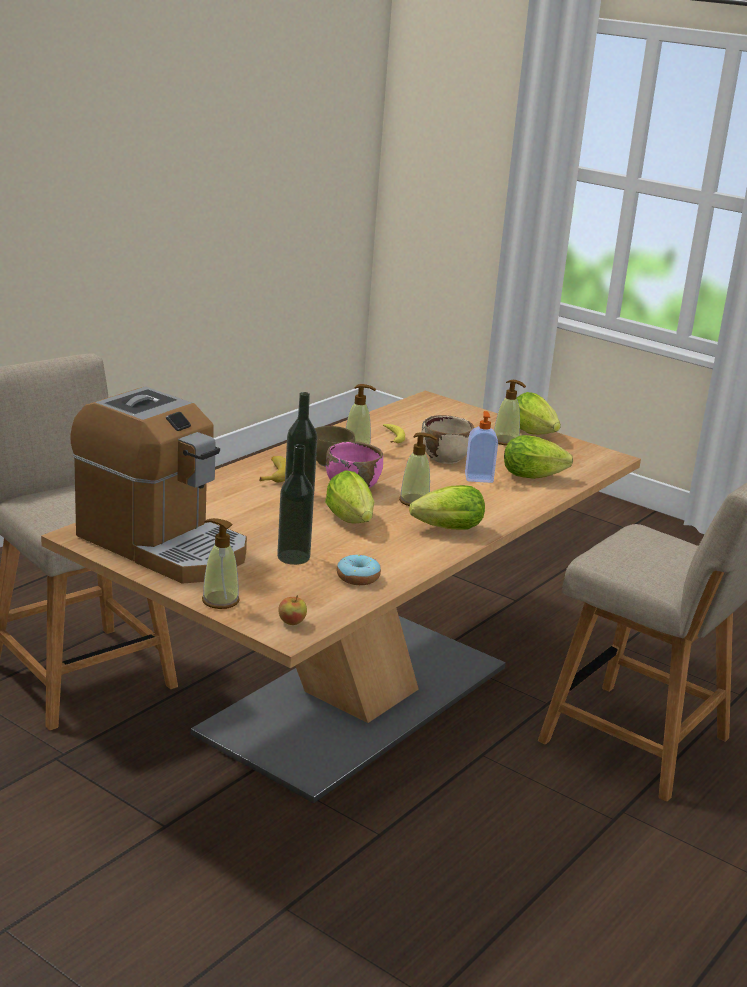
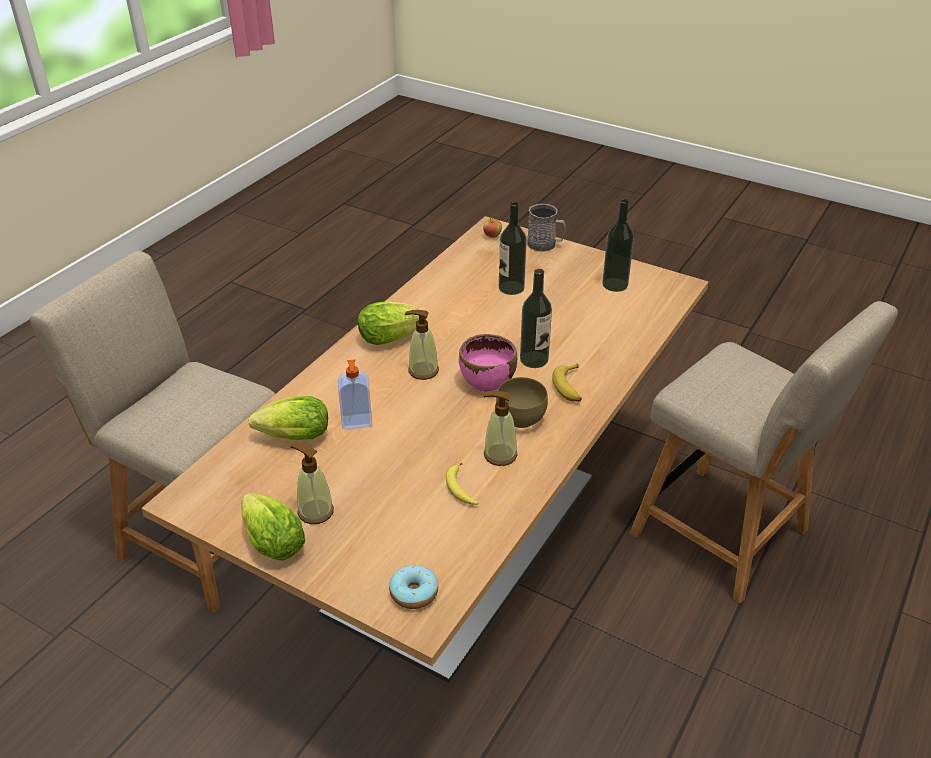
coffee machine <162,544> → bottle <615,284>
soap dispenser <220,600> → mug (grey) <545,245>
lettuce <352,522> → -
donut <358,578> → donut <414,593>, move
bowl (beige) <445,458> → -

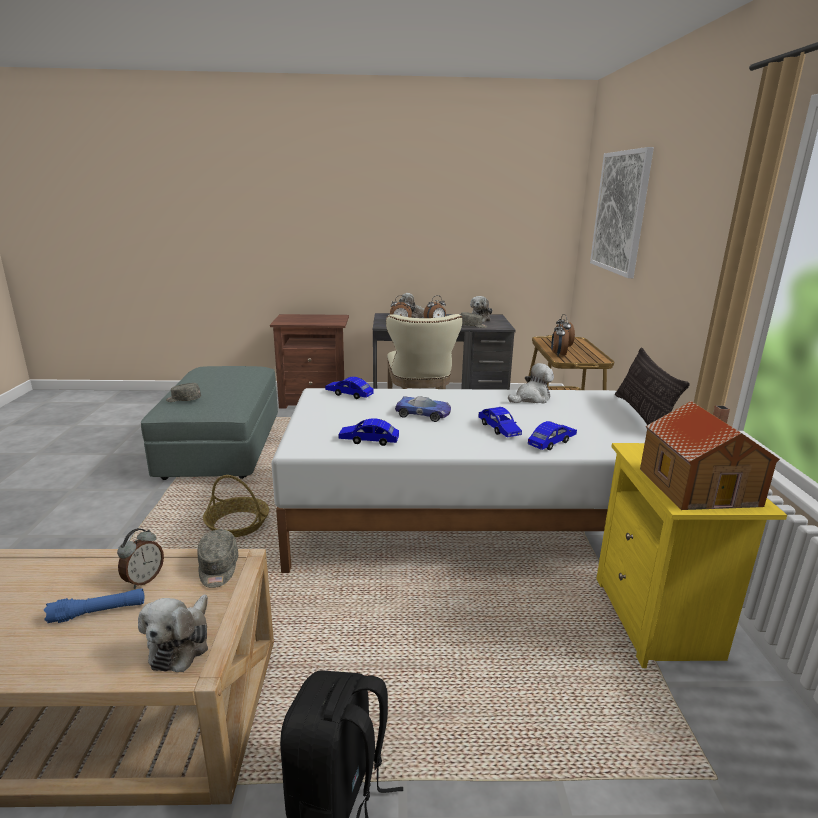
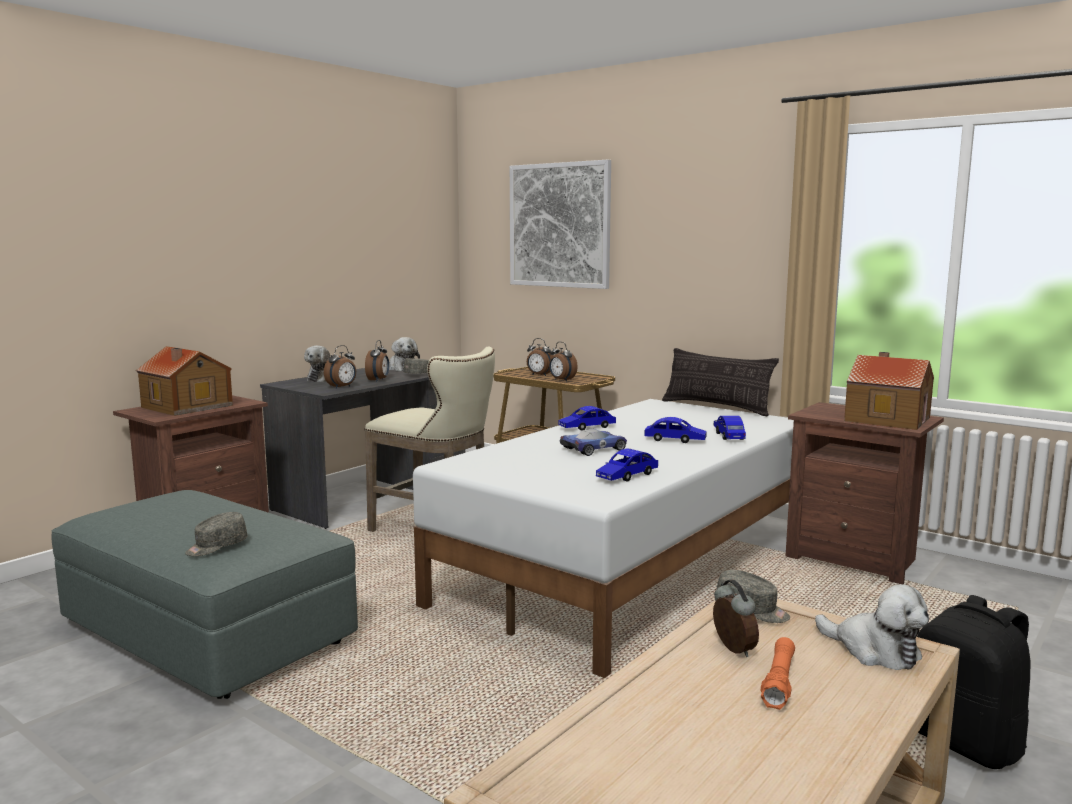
flashlight (blue) <98,612> → flashlight (orange) <779,681>
basket <238,524> → -
toy car (blue) <349,394> → toy car (blue) <587,427>, move
plush toy <531,398> → -
nightstand (yellow) <659,620> → nightstand (brown) <855,559>
- → toy house <186,407>

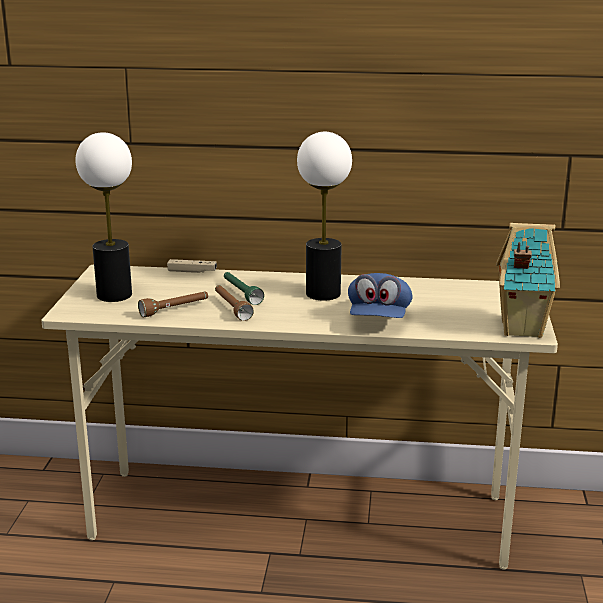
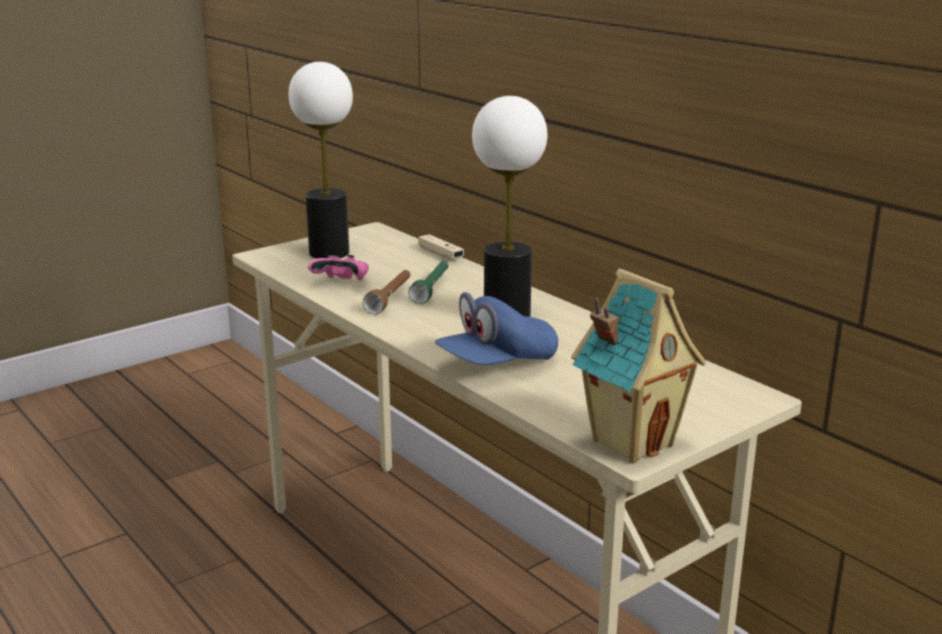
flashlight (brown) <175,310> → game controller (pink) <342,282>

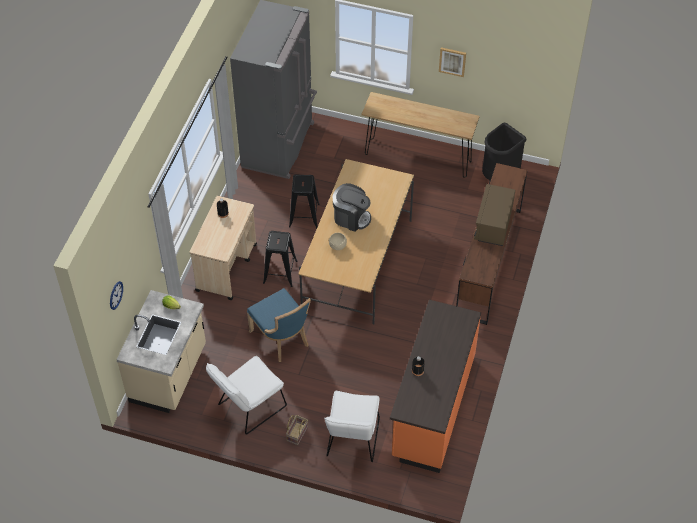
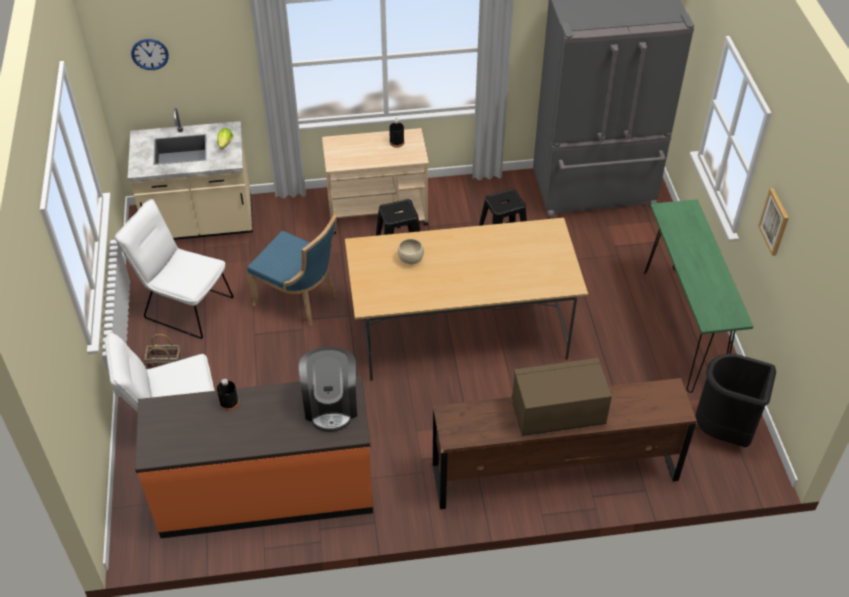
chair (blue) <282,339> → chair (blue) <299,299>, 90 degrees counterclockwise
coffee machine <351,217> → coffee machine <331,405>, move
console table (brown) <417,157> → console table (green) <682,328>

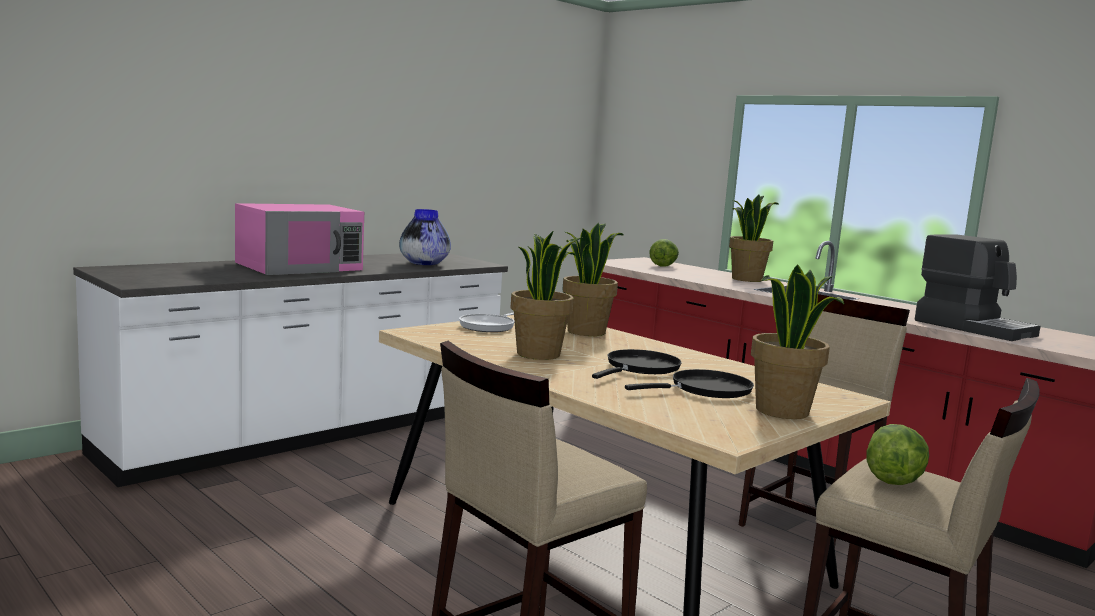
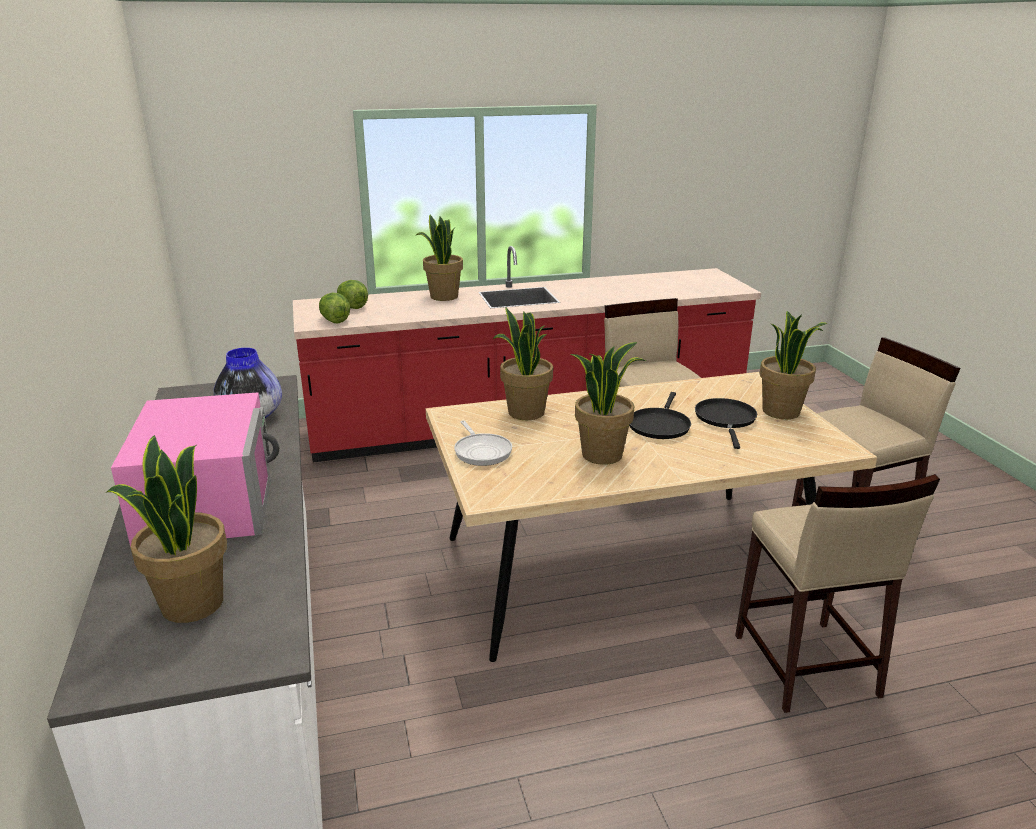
frying pan (black) <640,368> → frying pan (black) <659,425>, 135 degrees counterclockwise
lettuce <894,479> → lettuce <334,320>, move
coffee machine <974,328> → -
- → potted plant <191,603>

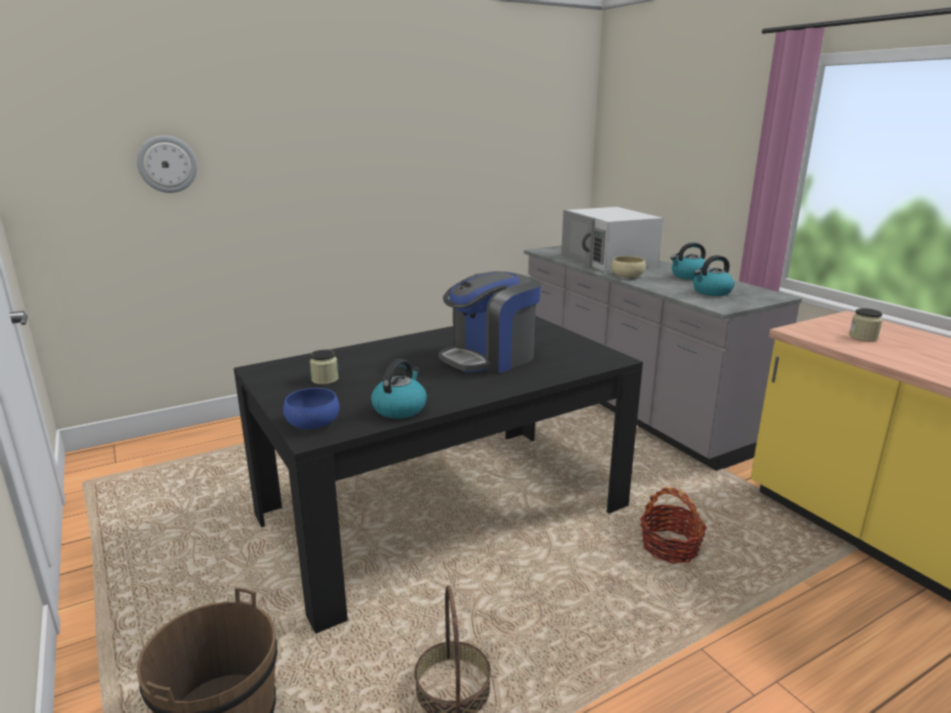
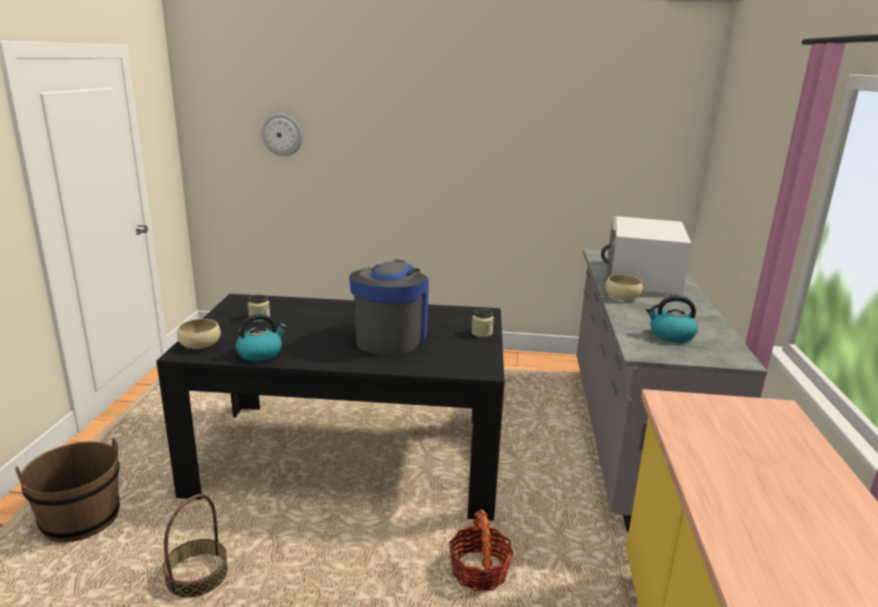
bowl (blue) <313,422> → bowl (beige) <200,344>
coffee machine <490,358> → coffee machine <391,337>, 105 degrees clockwise
kettle <688,276> → -
jar <863,337> → jar <482,333>, move

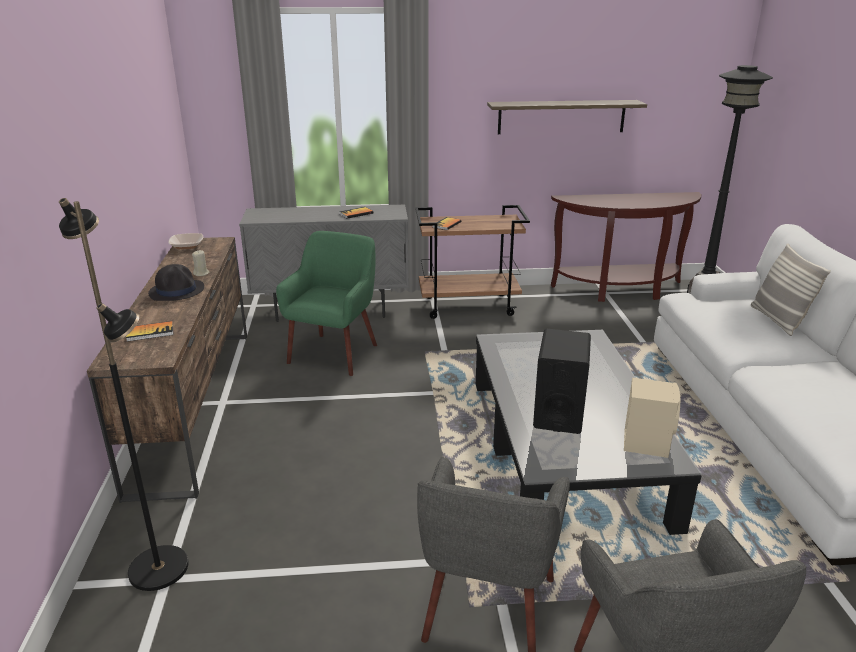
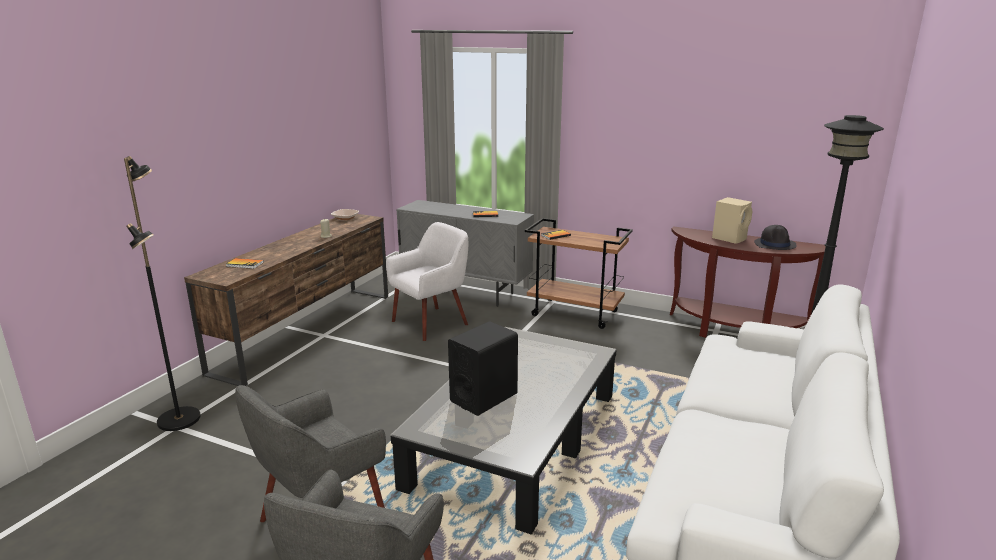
hat (black) <177,291> → hat (black) <775,244>, move
armchair (green) <335,353> → armchair (white) <431,323>
shelf <561,117> → -
speaker (beige) <646,442> → speaker (beige) <730,238>, move
pillow <778,320> → -

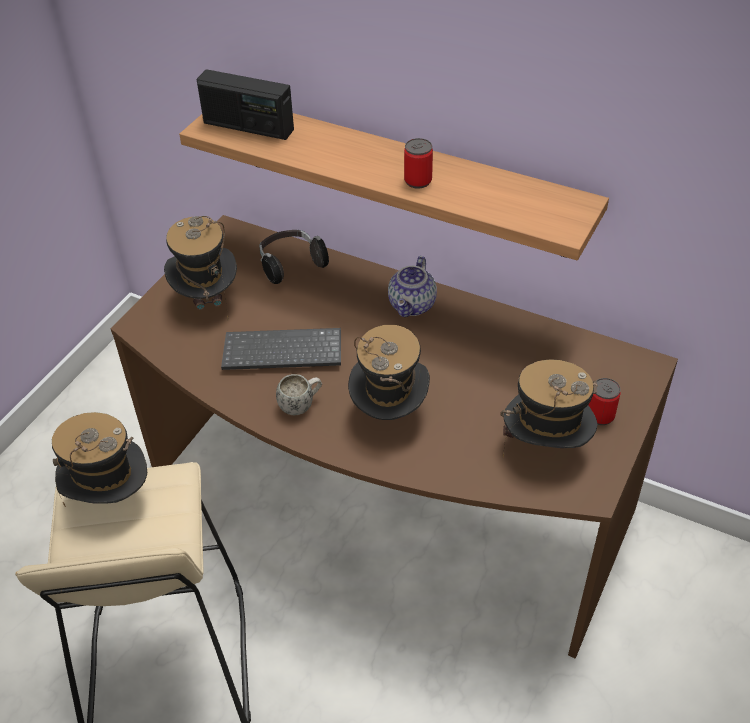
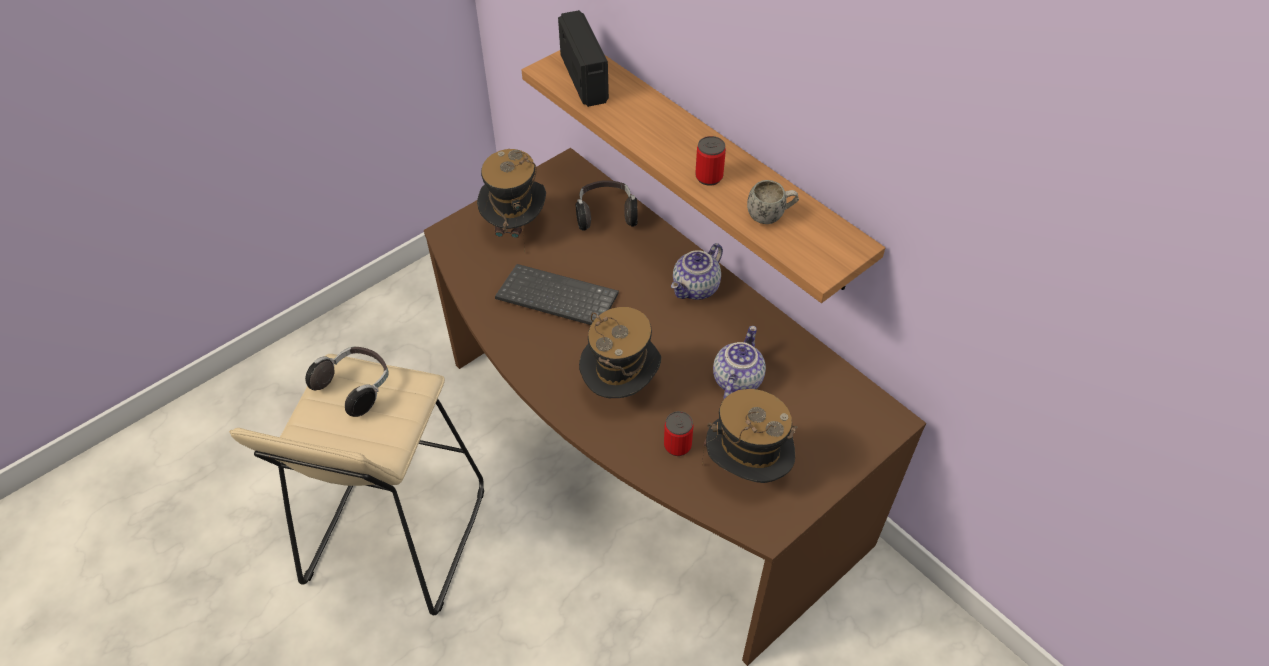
hat <110,500> → headphones <356,387>
radio <248,127> → radio <585,78>, 150 degrees counterclockwise
mug (white) <301,405> → mug (white) <770,216>, move
can <600,416> → can <677,445>, move
- → teapot <736,379>

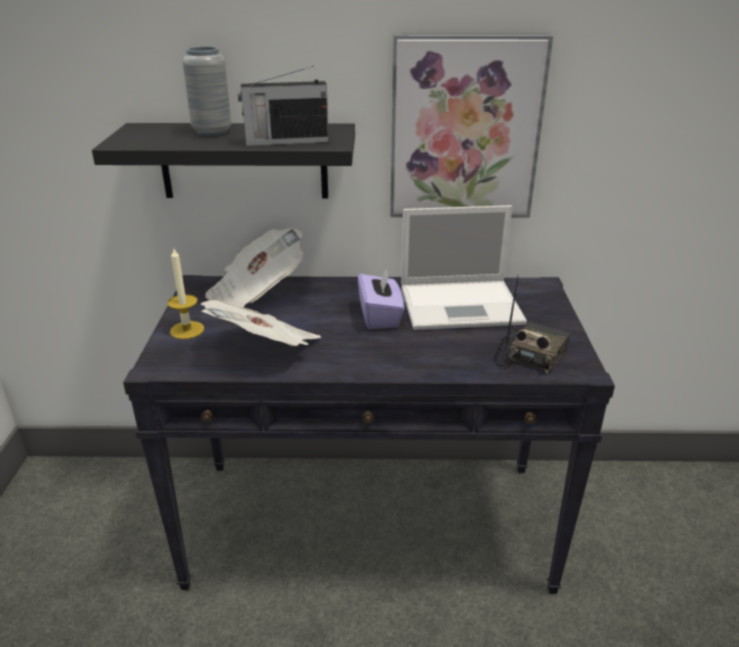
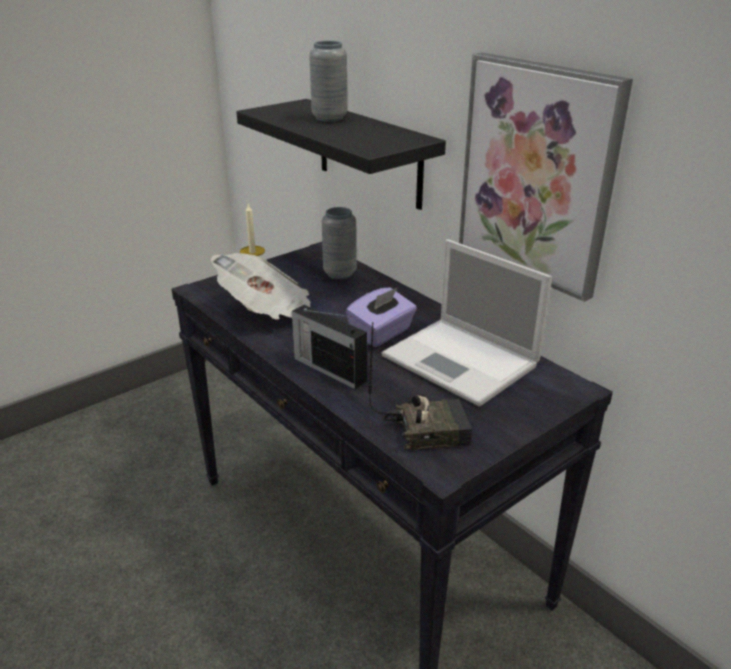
newspaper <256,292> → vase (grey) <340,274>
radio <285,141> → radio <328,369>, move

